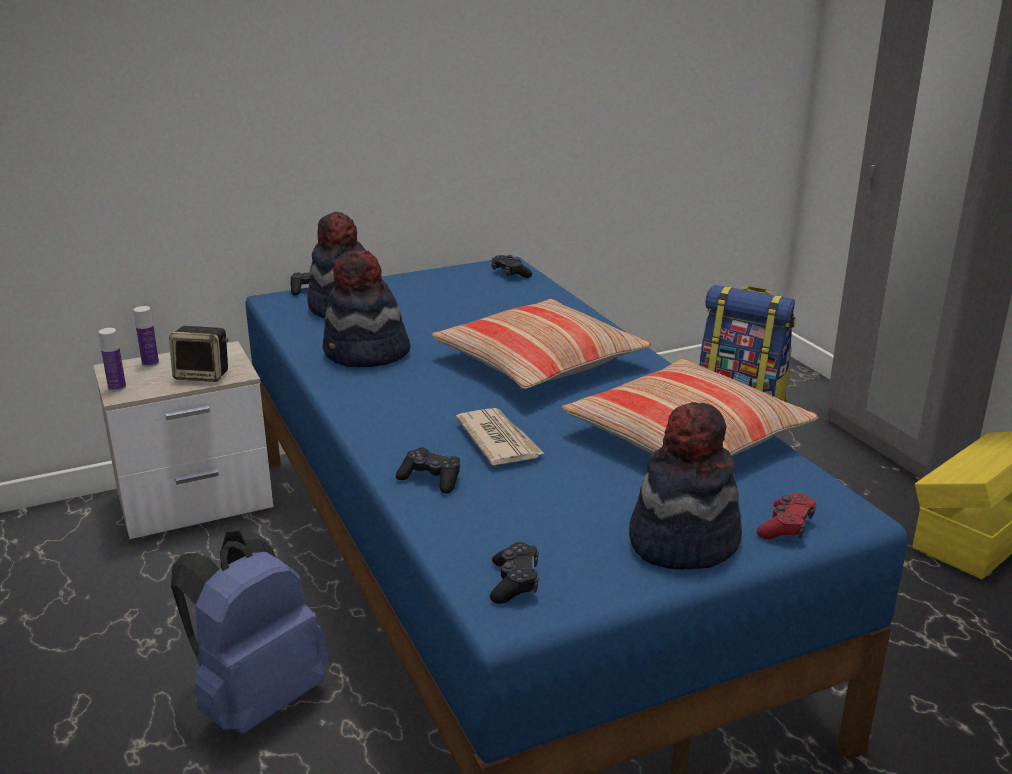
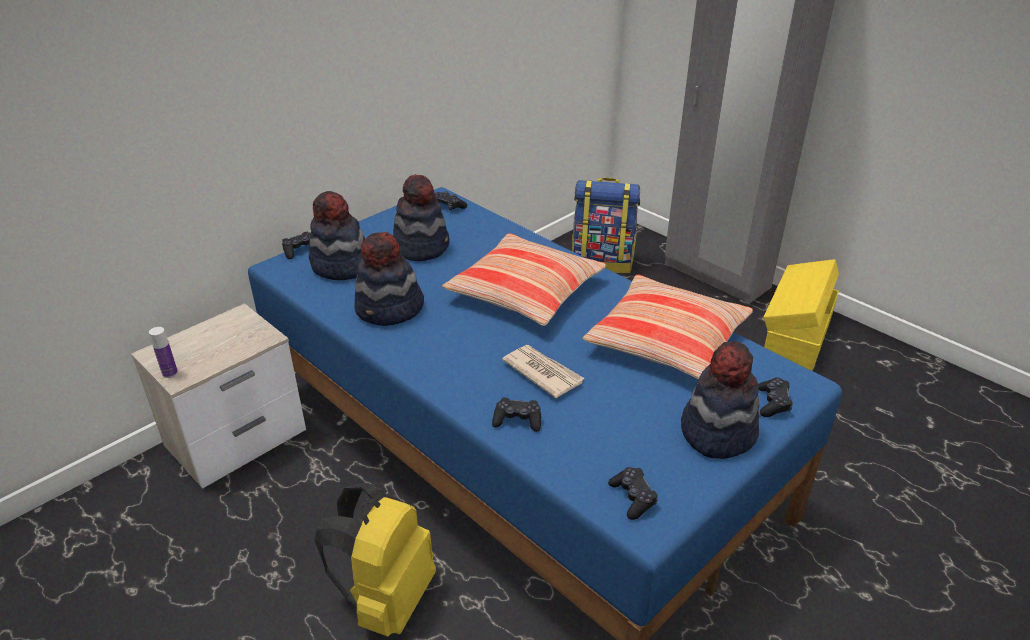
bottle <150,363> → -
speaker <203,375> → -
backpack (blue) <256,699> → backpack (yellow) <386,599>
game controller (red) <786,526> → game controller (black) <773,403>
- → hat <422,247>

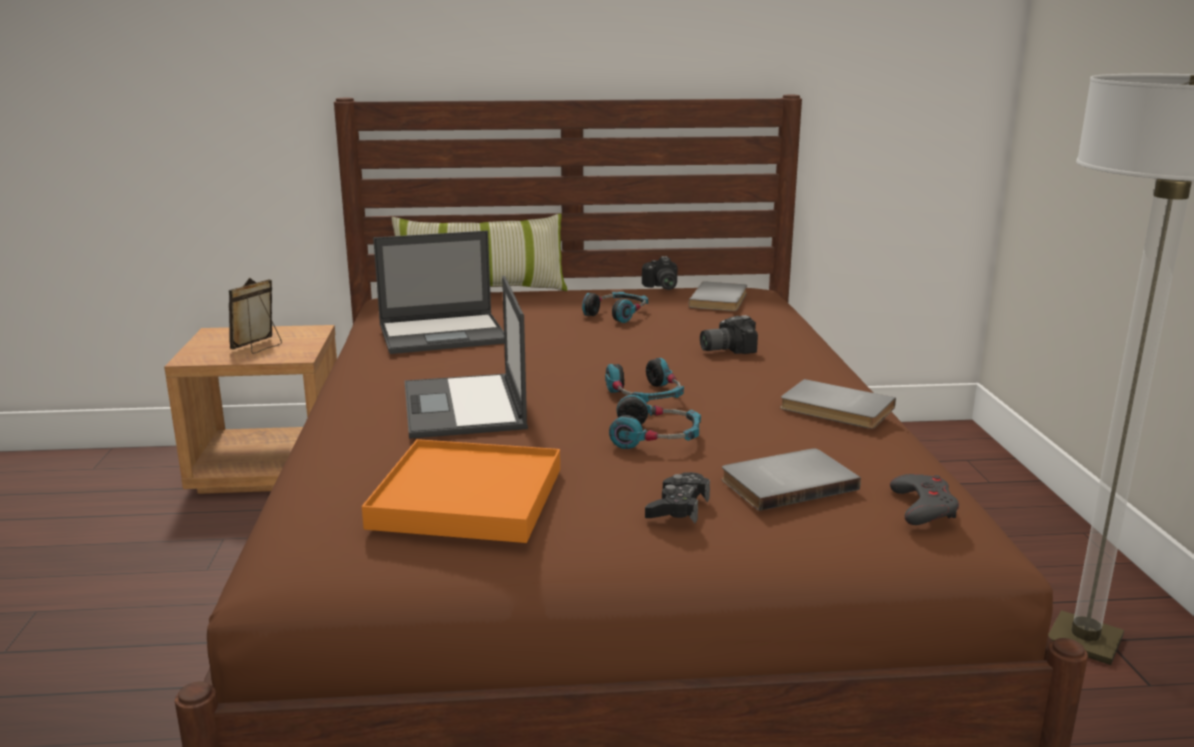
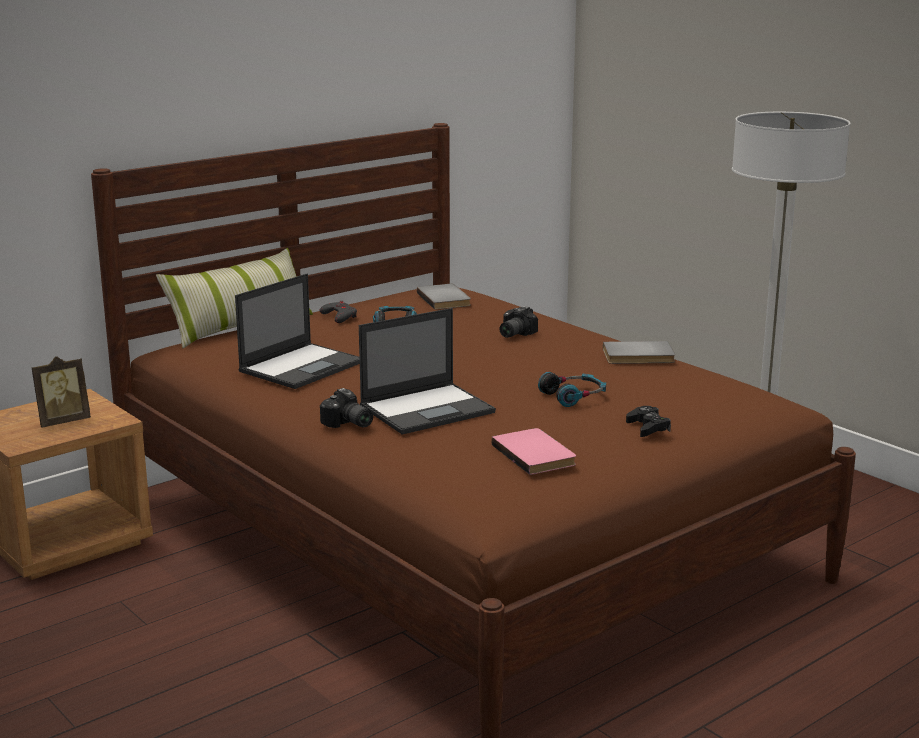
picture frame <258,347> → picture frame <63,421>, 120 degrees counterclockwise
tray (orange) <468,498> → book (pink) <536,454>
laptop <464,407> → laptop <428,409>, 75 degrees counterclockwise
headphones <645,396> → -
photo camera <660,287> → photo camera <347,424>, move
book (grey) <786,482> → -
game controller (grey) <923,507> → game controller (grey) <339,316>, move

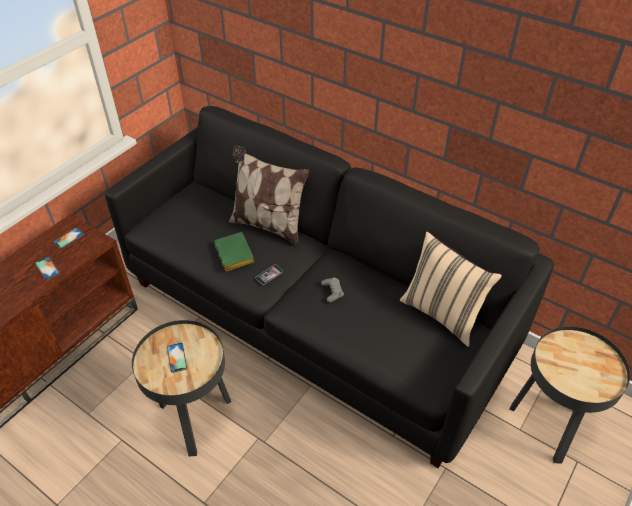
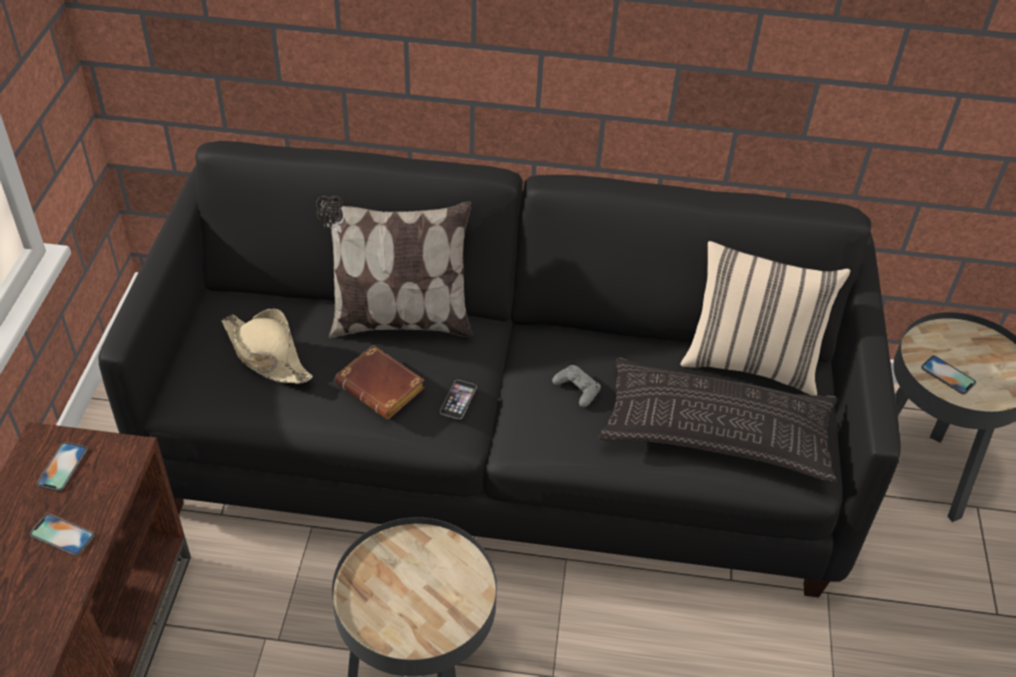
phone <177,357> → phone <948,375>, move
book (green) <236,255> → book (brown) <383,387>
- → hat (beige) <266,355>
- → pillow <717,431>

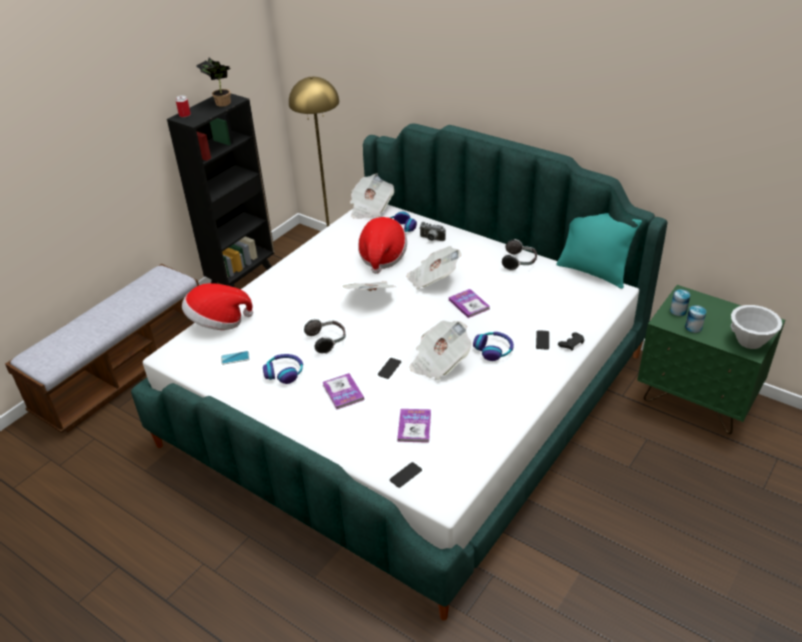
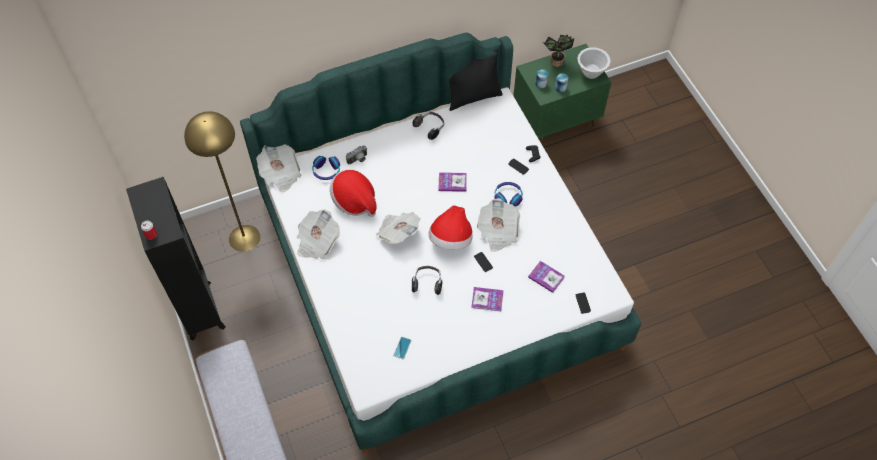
hat <218,323> → hat <451,239>, move
potted plant <220,103> → potted plant <555,63>, move
headphones <284,372> → -
newspaper <433,279> → newspaper <317,242>, move
pillow (turquoise) <593,272> → pillow (black) <473,97>

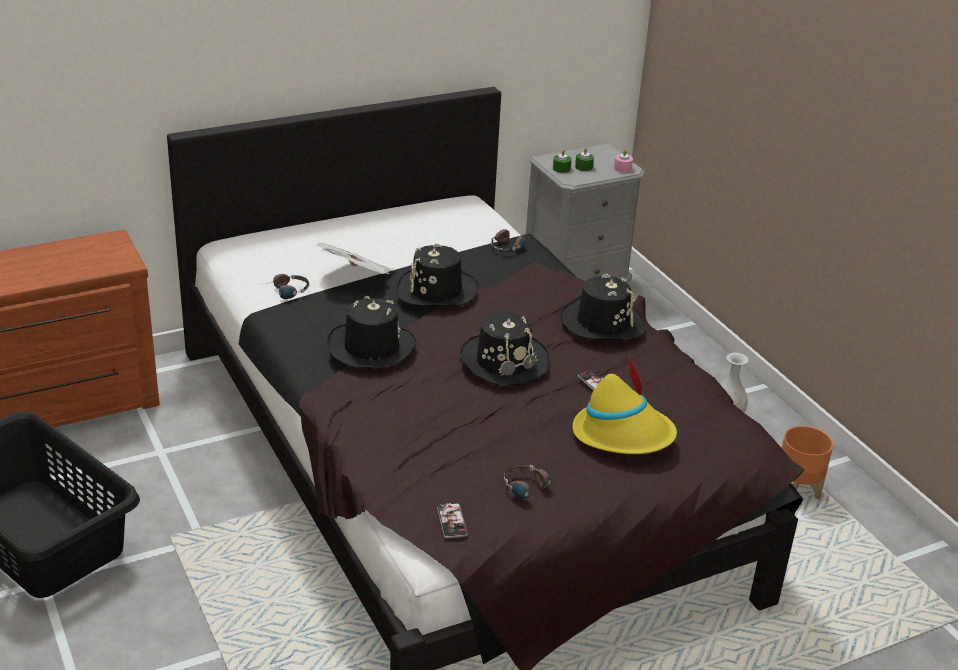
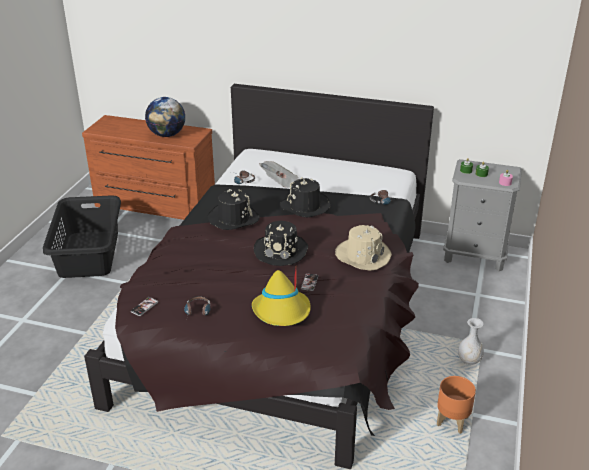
hat (black) <602,323> → hat (beige) <363,255>
- → globe <167,135>

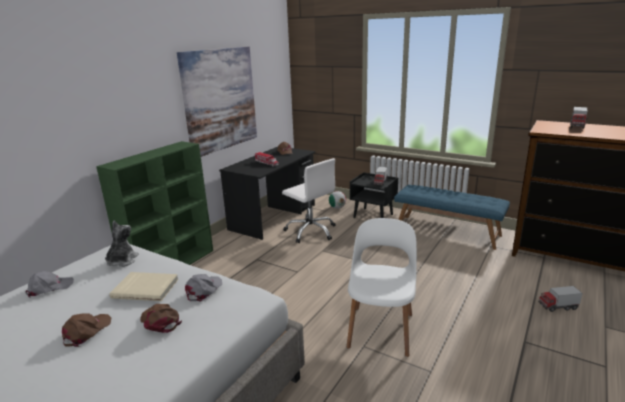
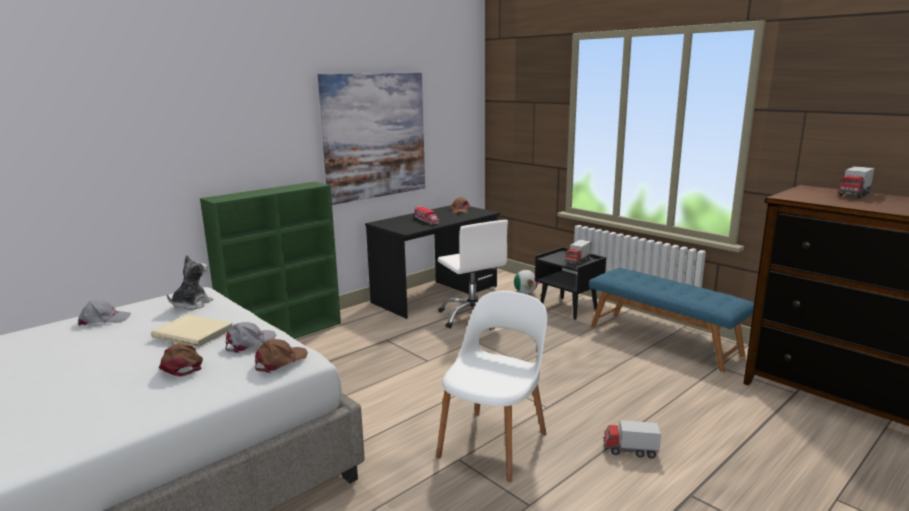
cap (brown) <86,331> → cap (brown) <280,361>, move
toy truck <557,307> → toy truck <630,450>, move

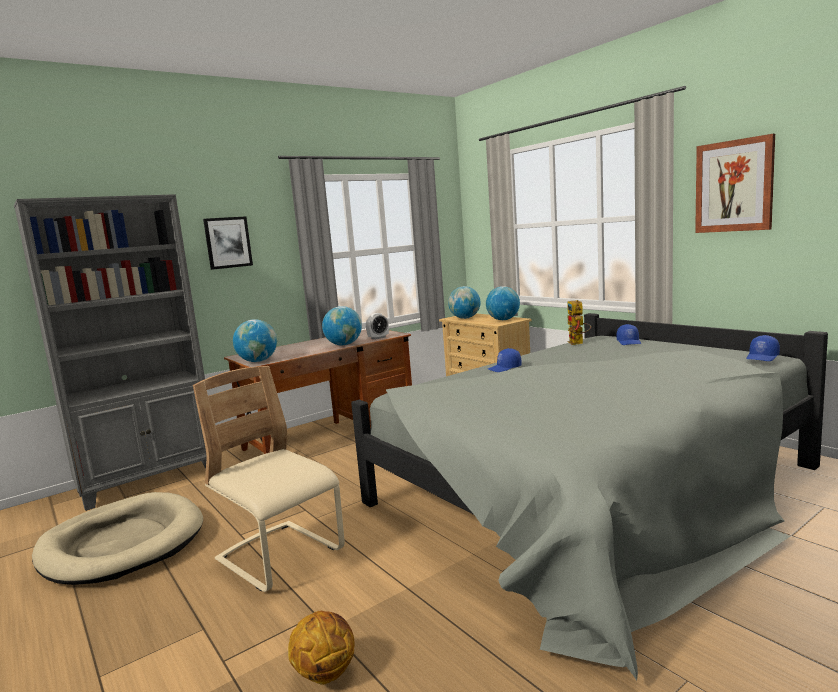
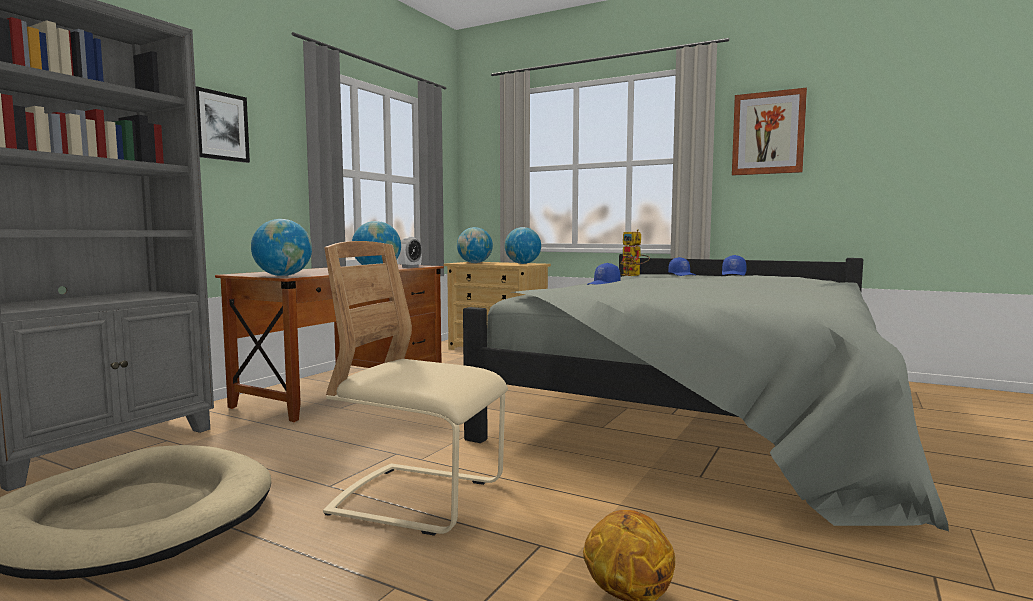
cap (blue) <763,357> → cap (blue) <734,274>, move

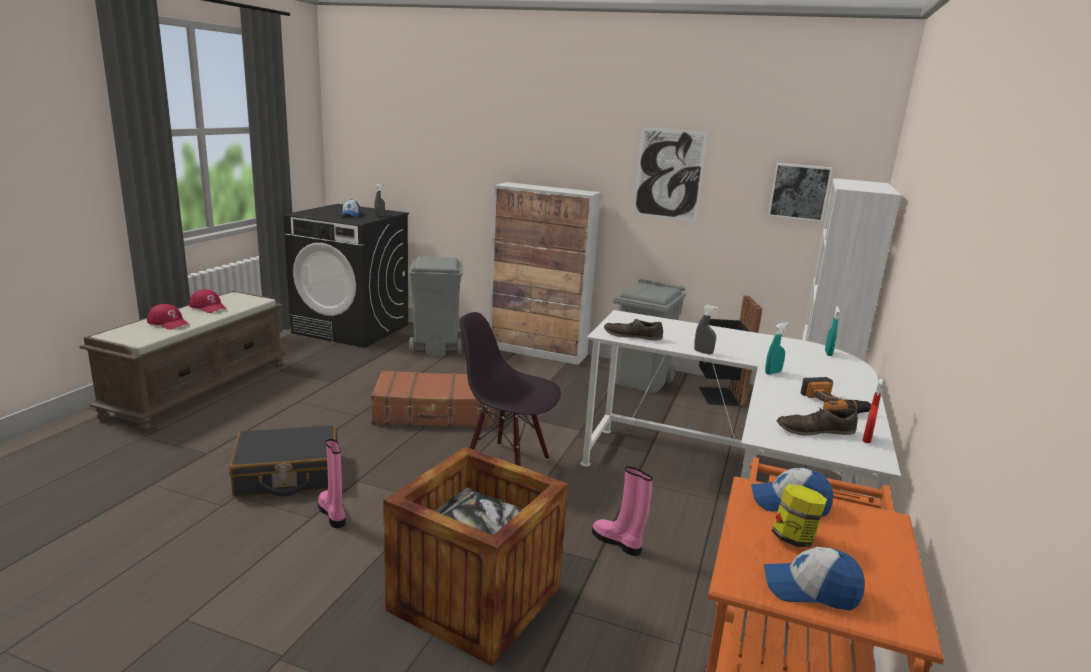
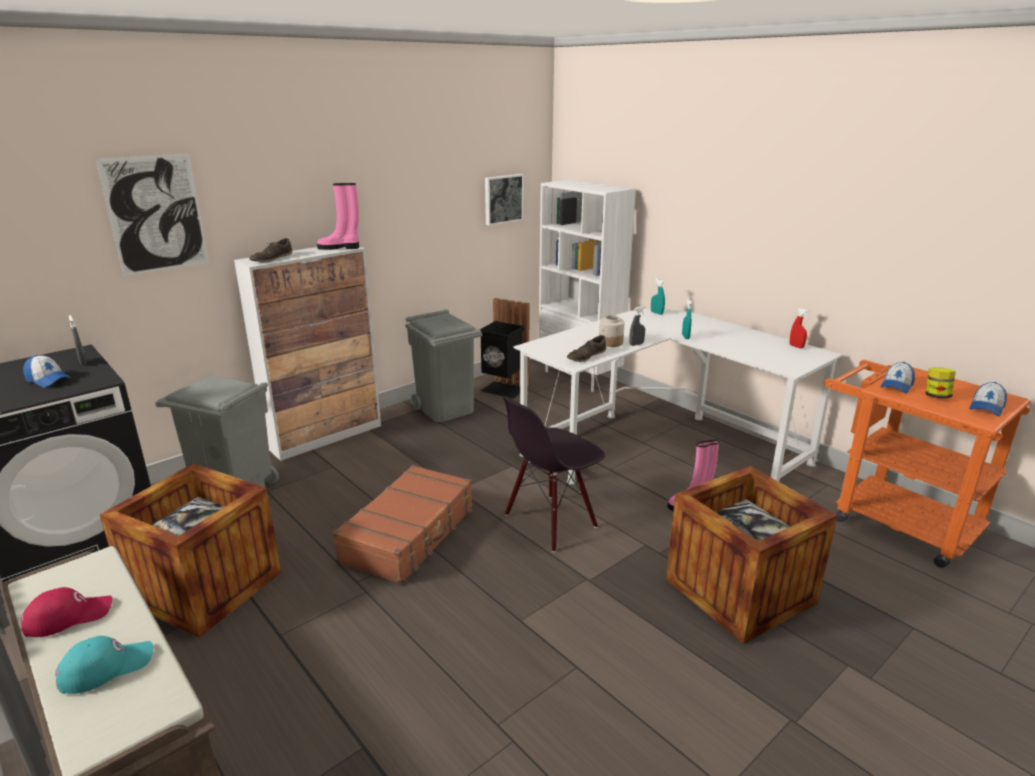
cap (red) <169,323> → cap (turquoise) <106,667>
suitcase (black) <288,475> → -
boot (pink) <333,514> → boot (pink) <340,248>, move
picture <668,174> → picture <156,214>, move
shoe (brown) <814,430> → shoe (brown) <271,258>, move
power drill <833,404> → -
- → crate <205,587>
- → jar <610,343>

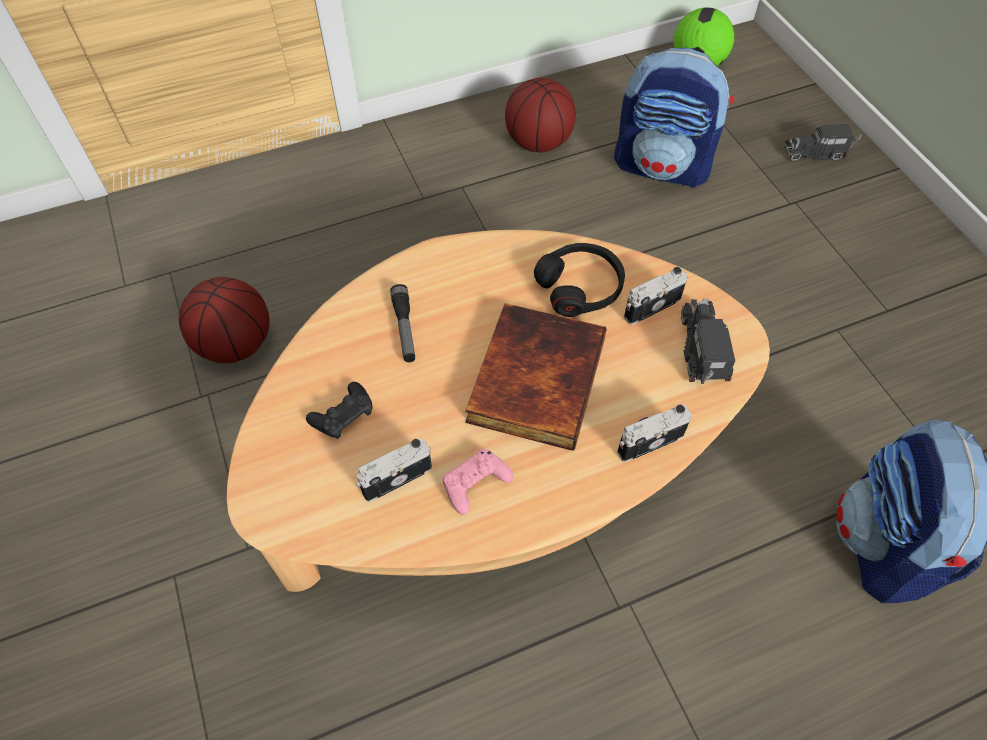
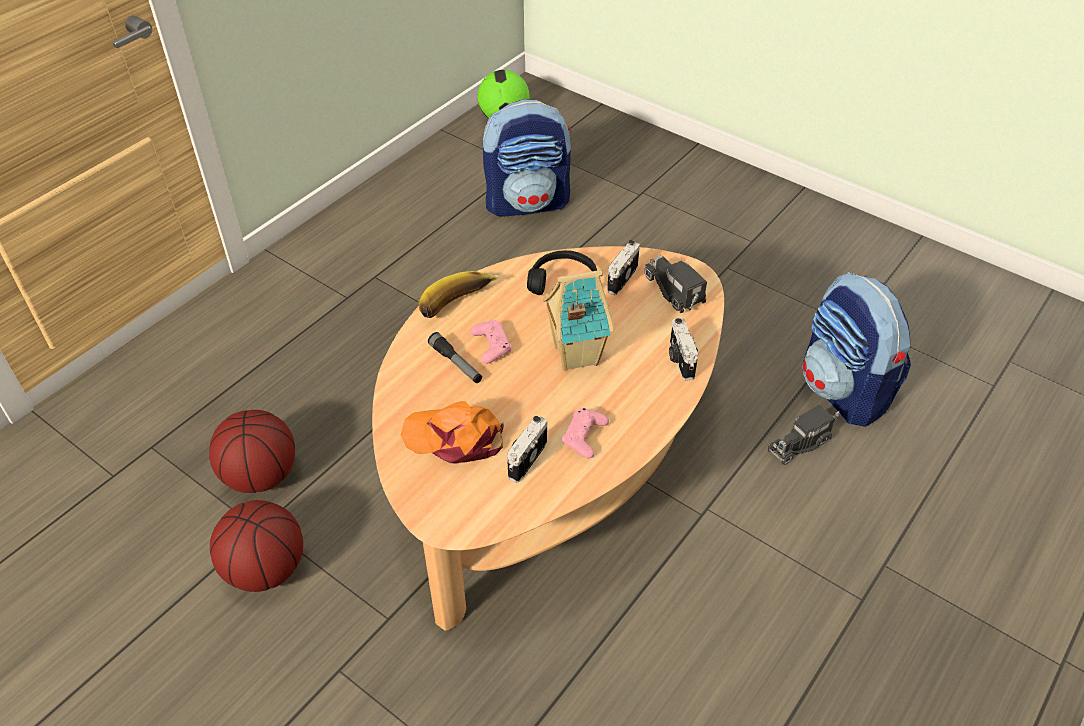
game controller (black) <343,415> → cap (orange) <454,438>
book <534,378> → toy house <574,355>
basketball <538,143> → basketball <266,570>, move
photo camera <649,441> → photo camera <679,360>, 45 degrees counterclockwise
toy truck <817,153> → toy truck <800,443>, move
- → banana <459,305>
- → game controller (pink) <491,345>

